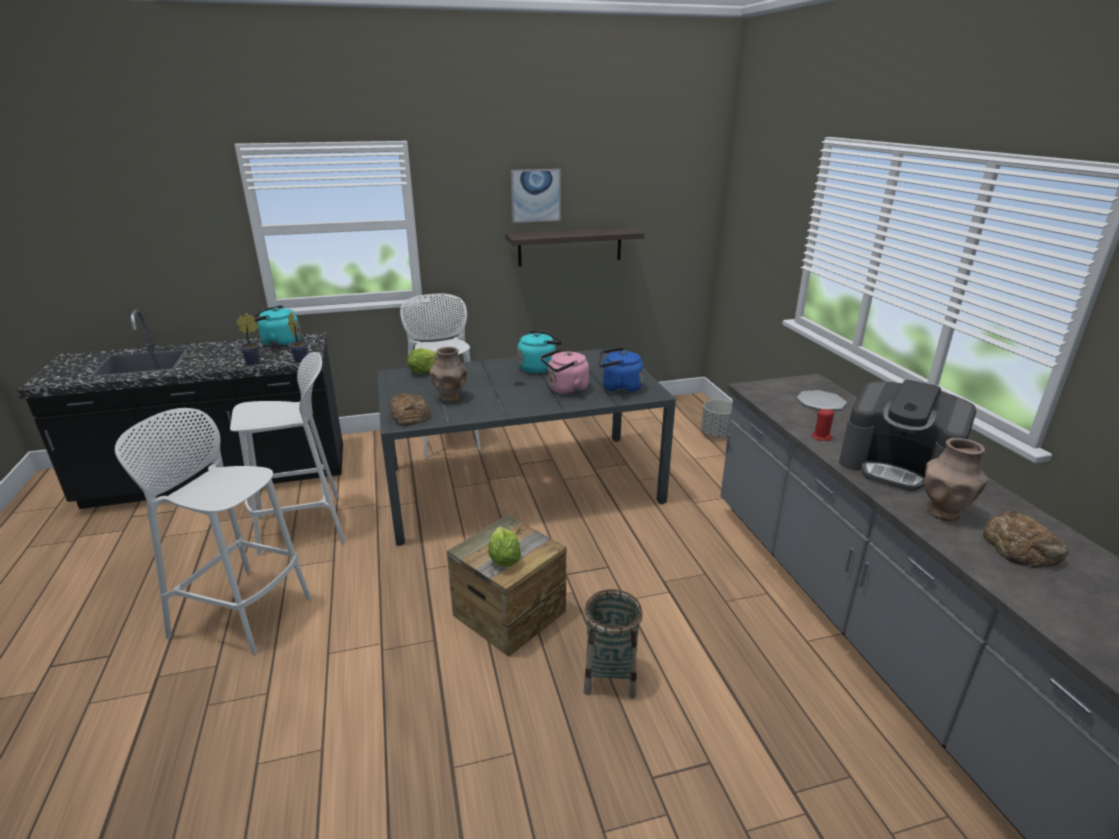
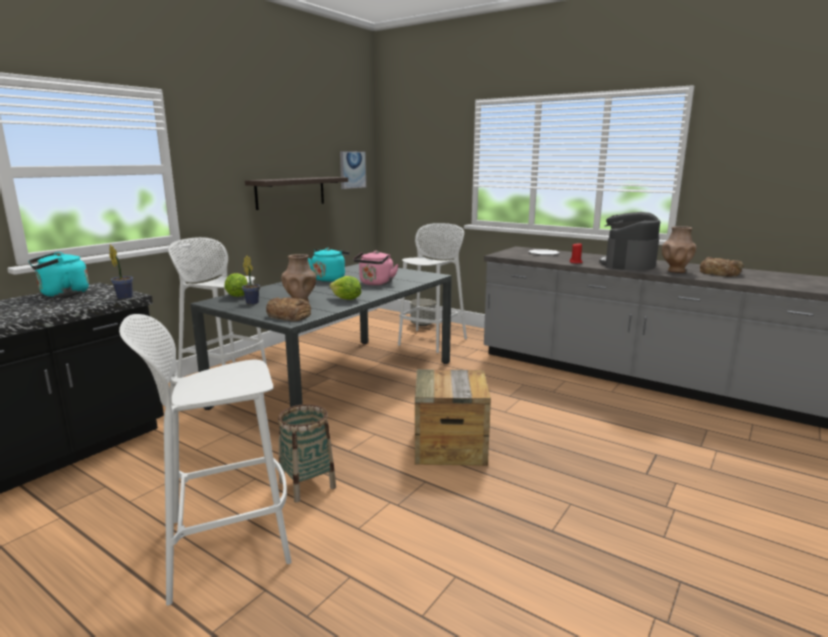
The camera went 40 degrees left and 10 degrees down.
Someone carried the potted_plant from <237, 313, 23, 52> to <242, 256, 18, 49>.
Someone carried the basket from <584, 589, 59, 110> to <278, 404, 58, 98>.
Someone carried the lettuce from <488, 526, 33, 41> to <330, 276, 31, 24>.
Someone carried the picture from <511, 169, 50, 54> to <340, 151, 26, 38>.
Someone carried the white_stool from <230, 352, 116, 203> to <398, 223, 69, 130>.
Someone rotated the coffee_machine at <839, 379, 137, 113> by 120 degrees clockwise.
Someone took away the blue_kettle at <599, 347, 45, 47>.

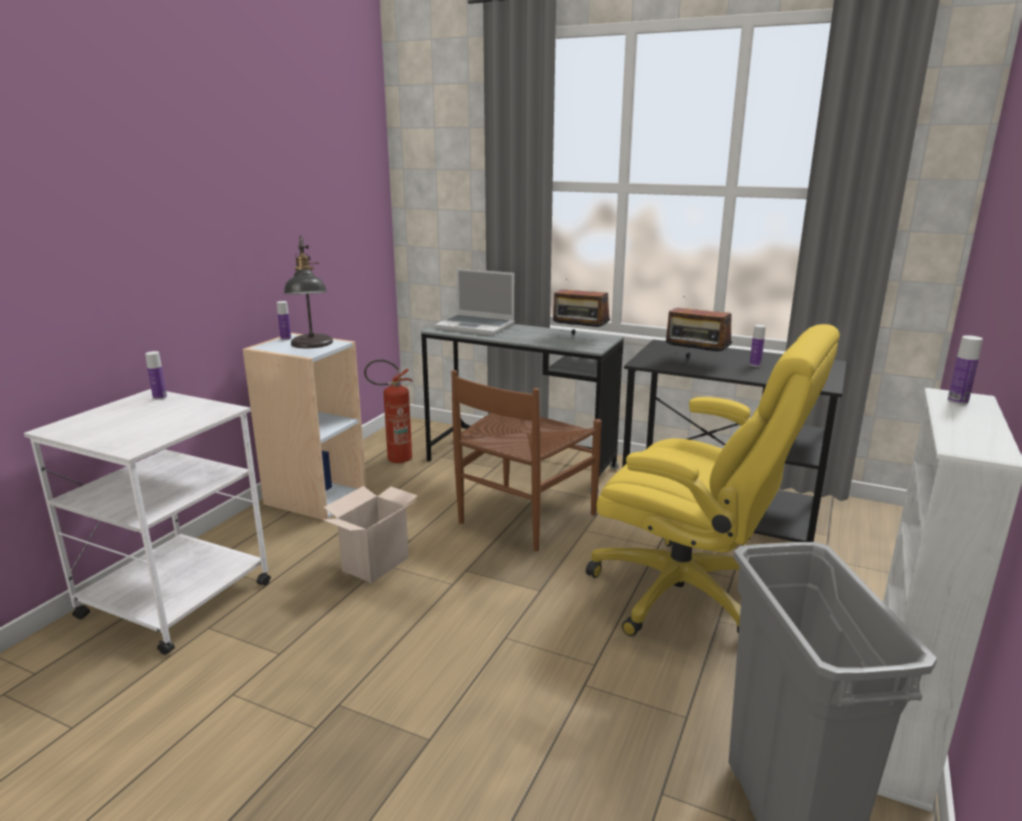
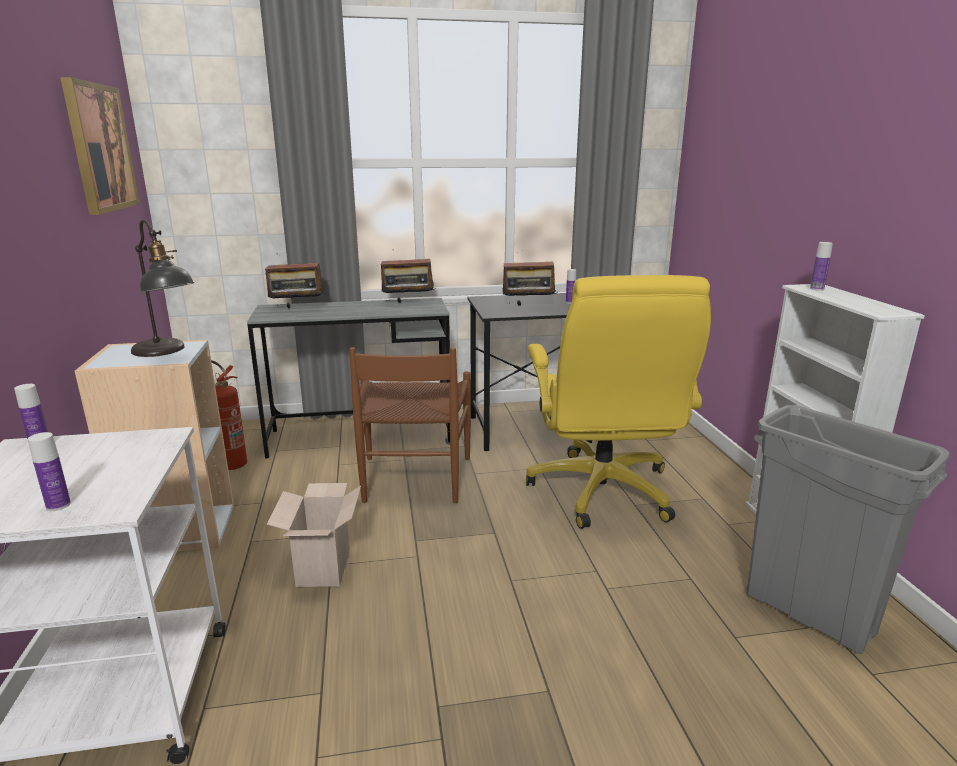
The camera went 35 degrees left and 0 degrees up.
Someone carried the bottle from <277, 301, 14, 39> to <28, 432, 43, 79>.
Someone put up the picture at <60, 77, 79, 138>.
Someone swapped the laptop at <435, 268, 80, 67> for the radio at <264, 263, 61, 45>.
Someone rotated the yellow_office_chair at <586, 324, 254, 312> by 90 degrees clockwise.

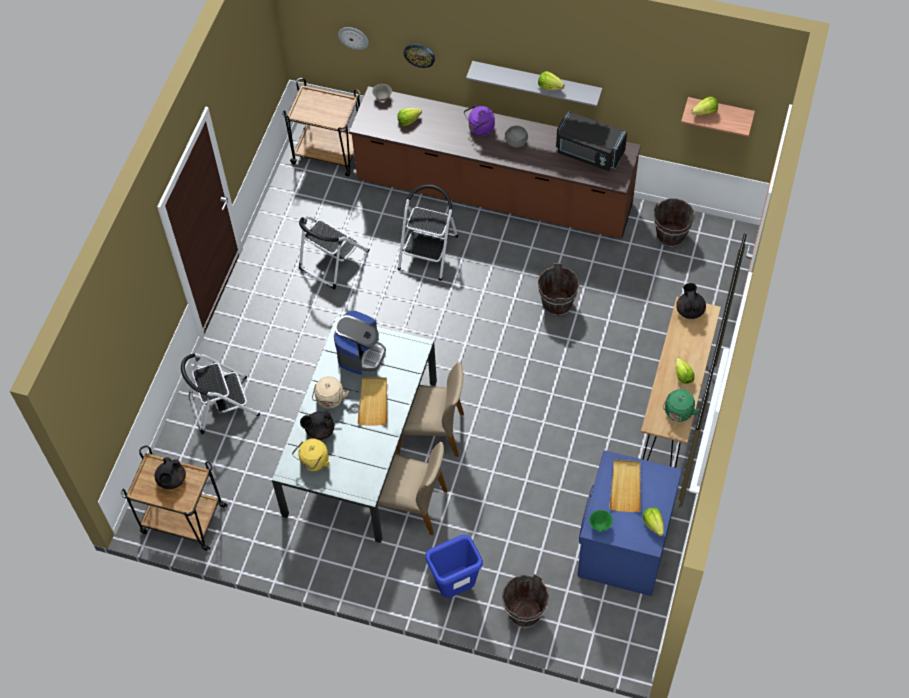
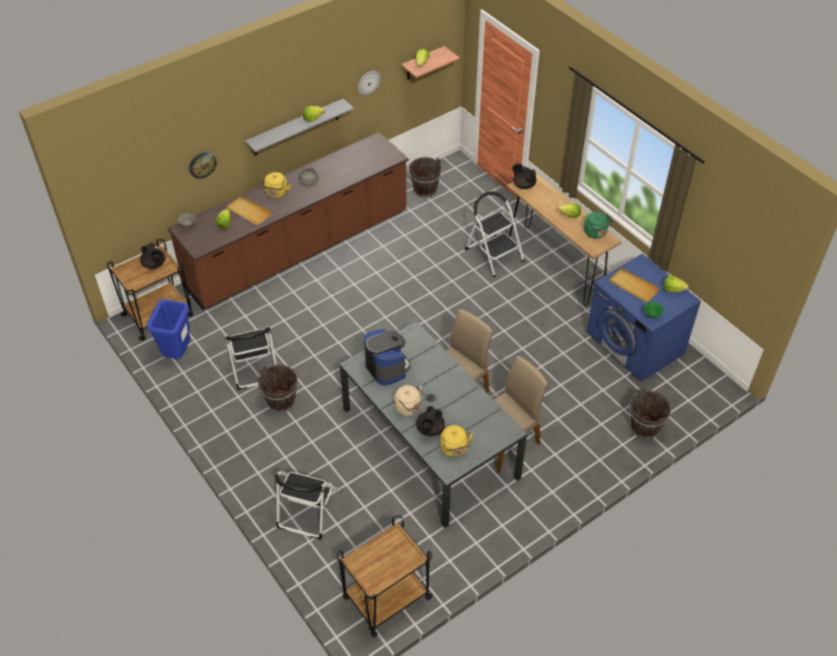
The camera went 55 degrees left and 10 degrees down.
Someone carried the black_teapot from <155, 457, 31, 32> to <140, 243, 26, 26>.
Someone carried the blue_trash_can from <425, 535, 58, 63> to <146, 300, 44, 59>.
Someone carried the beige_tray from <357, 378, 30, 48> to <226, 196, 46, 29>.
Someone carried the brown_bucket from <538, 263, 41, 53> to <258, 365, 40, 47>.
Someone repainted the purple_kettle at <464, 105, 31, 31>, which became the yellow_kettle at <261, 172, 30, 26>.
Someone carried the wall_clock from <338, 27, 31, 23> to <358, 71, 23, 24>.
Someone carried the step_ladder from <397, 184, 61, 97> to <465, 192, 60, 85>.
Someone took away the black_microwave at <556, 111, 71, 60>.

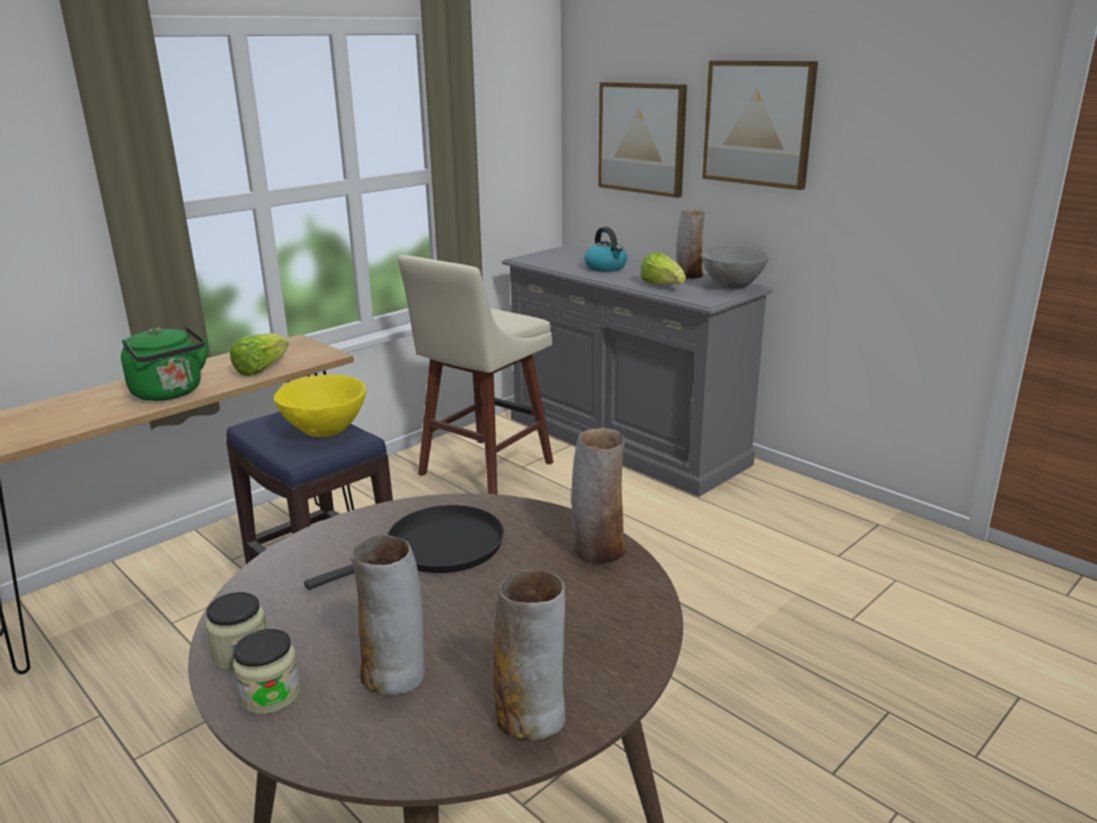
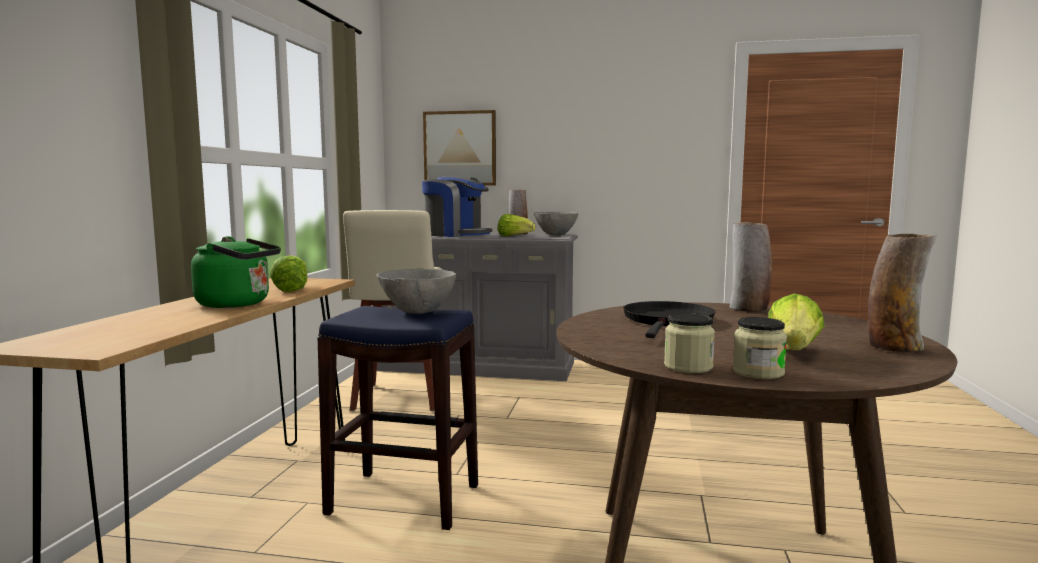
The camera went 35 degrees left and 15 degrees down.
Someone repainted the yellow_bowl at <274, 375, 92, 62>, which became the grey_bowl at <377, 269, 79, 45>.
Someone swapped the kettle at <584, 227, 43, 45> for the coffee_machine at <422, 176, 70, 61>.
Someone swapped the vase at <350, 535, 75, 160> for the lettuce at <768, 293, 56, 57>.
Someone took away the picture at <702, 60, 116, 130>.

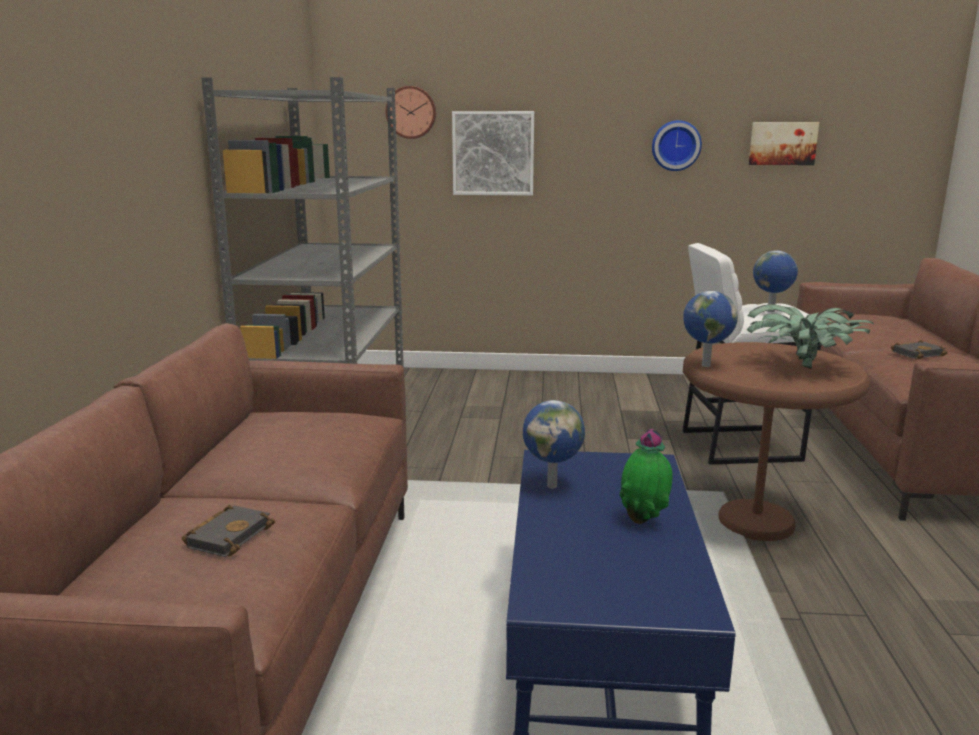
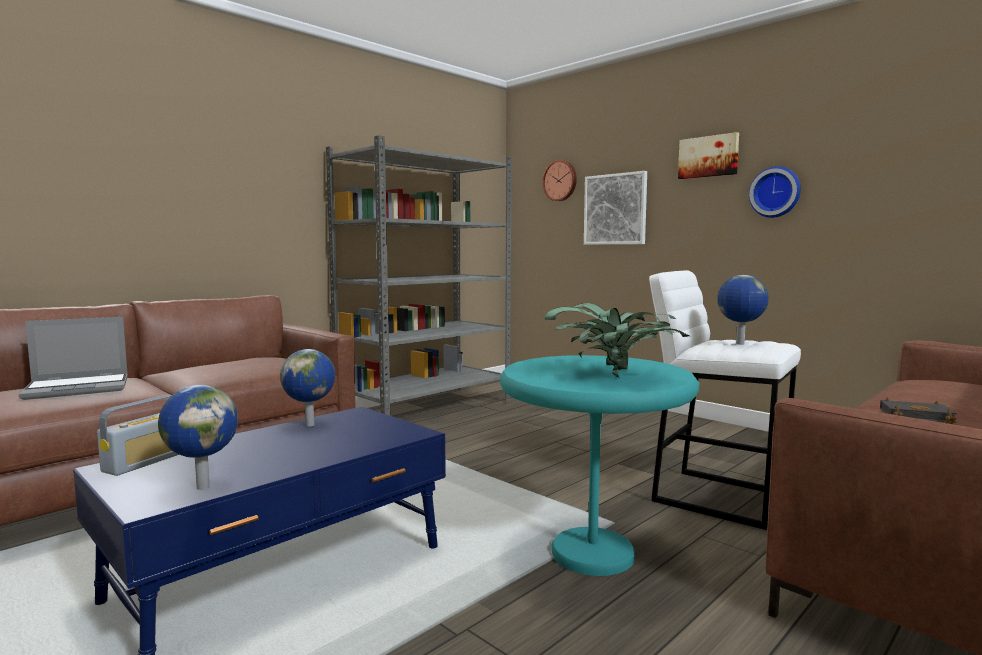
The camera went 40 degrees right and 10 degrees down.
Someone swapped the black_book at <182, 505, 93, 52> for the laptop at <19, 317, 109, 83>.
Someone put down the radio at <97, 395, 82, 81>.
Someone carried the globe from <683, 291, 55, 76> to <158, 385, 80, 105>.
Someone repainted the brown_side_table at <683, 342, 187, 199>, which became the turquoise_side_table at <500, 355, 199, 221>.
Someone carried the picture from <749, 122, 70, 43> to <678, 132, 61, 47>.
Someone took away the potted_plant at <619, 429, 54, 95>.

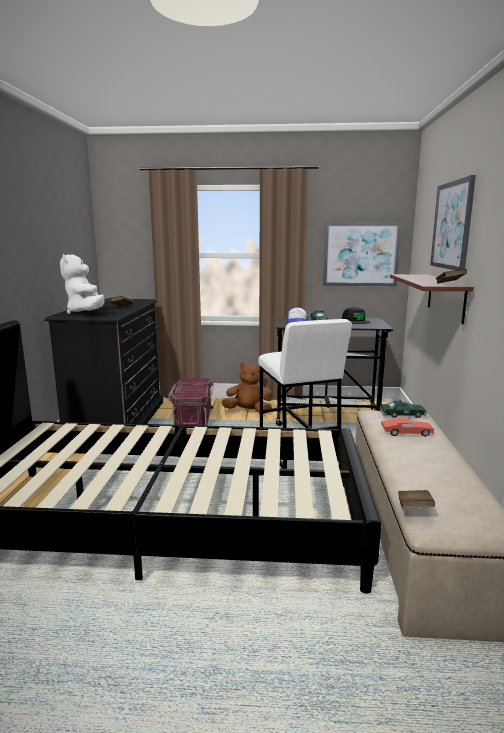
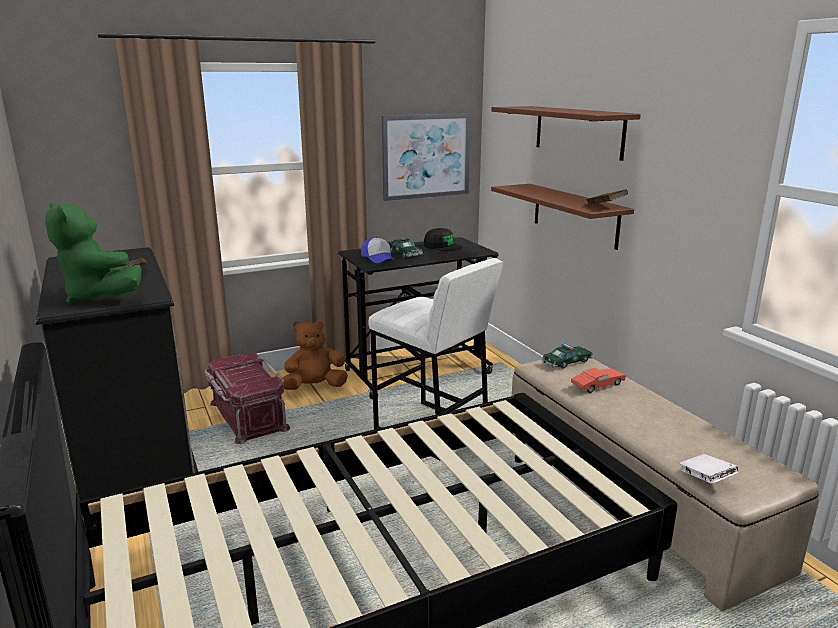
The camera went 30 degrees left and 5 degrees up.
Someone repainted the white_plush_toy at <60, 254, 44, 60>, which became the green_plush_toy at <45, 202, 96, 103>.
Someone swapped the picture at <430, 175, 46, 95> for the brown_shelf at <492, 106, 149, 55>.
Someone repainted the brown_book at <398, 490, 37, 19>, which became the white_book at <679, 454, 60, 30>.

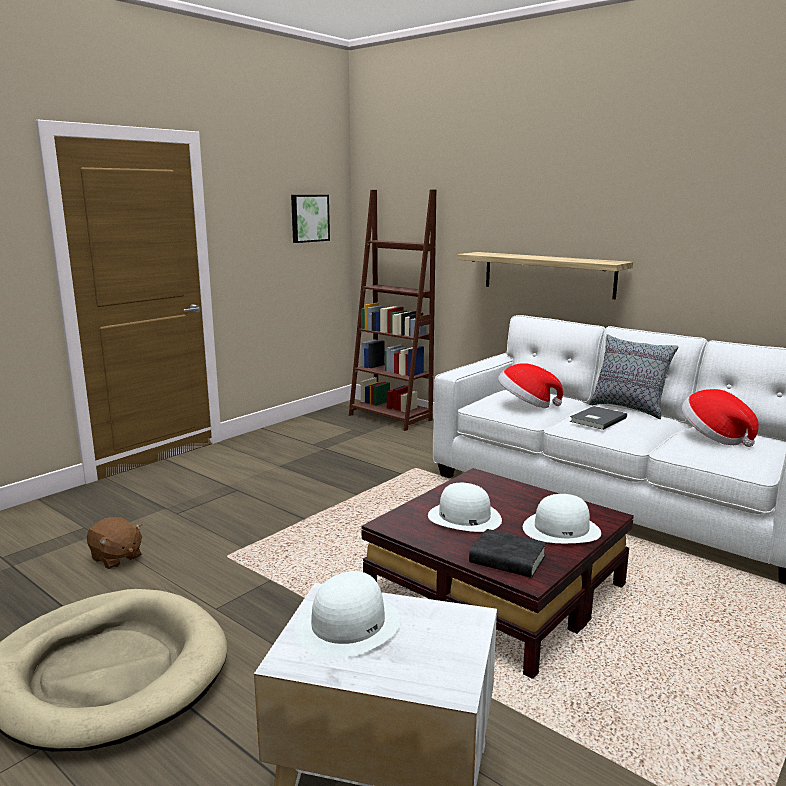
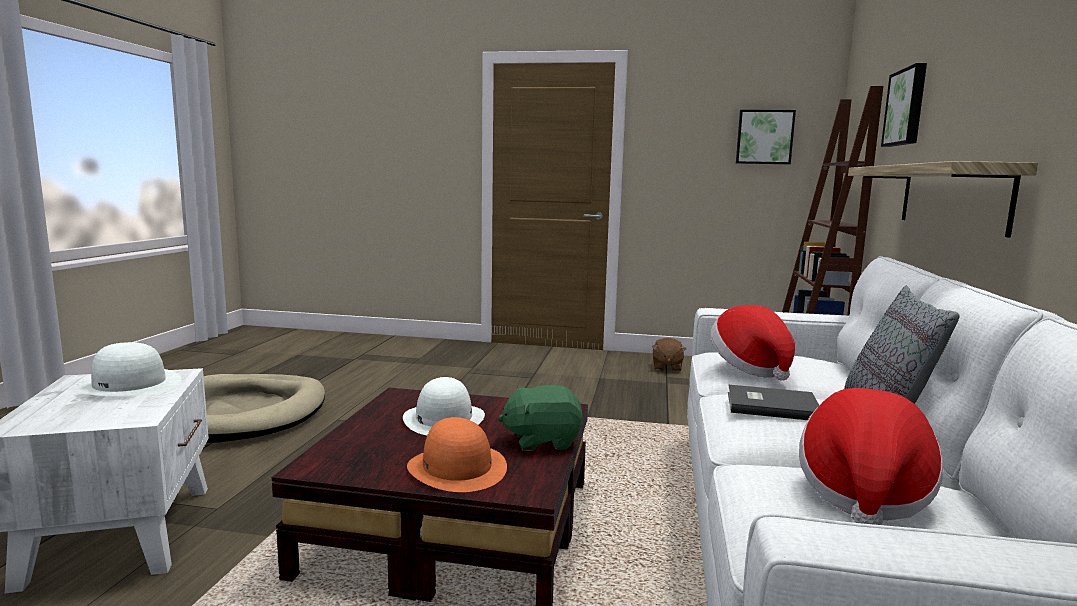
The camera went 60 degrees right and 5 degrees down.
Someone repainted the white_hat at <523, 494, 78, 49>, which became the orange_hat at <407, 417, 100, 75>.
Someone put down the green_plush_toy at <498, 385, 85, 66>.
Someone carried the brown_plush_toy from <87, 517, 56, 52> to <652, 338, 34, 34>.
Someone put up the picture at <881, 63, 46, 84>.
Someone took away the black_book at <469, 529, 77, 49>.

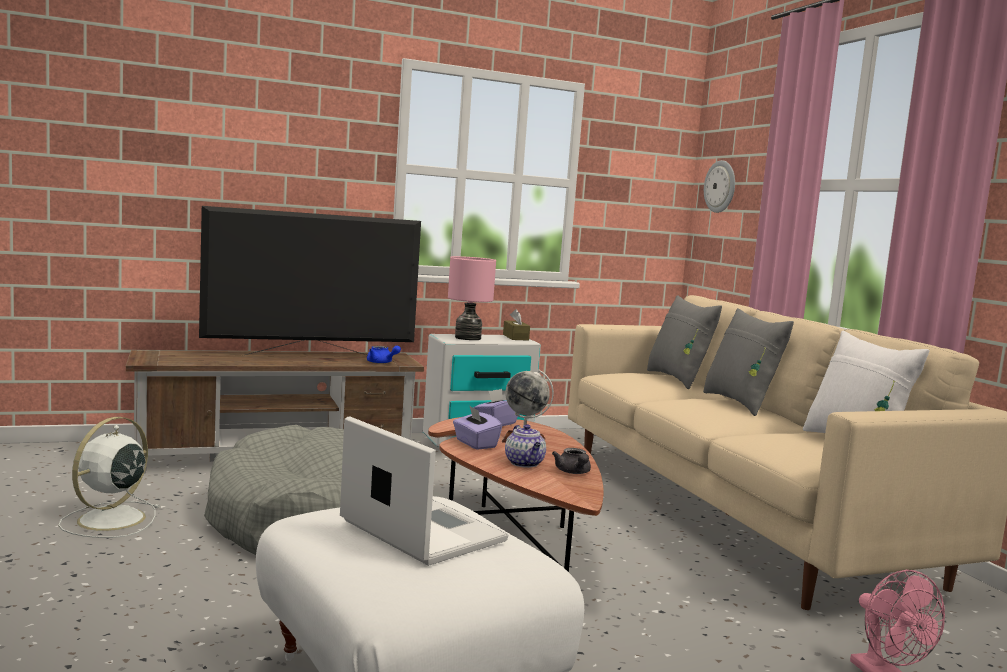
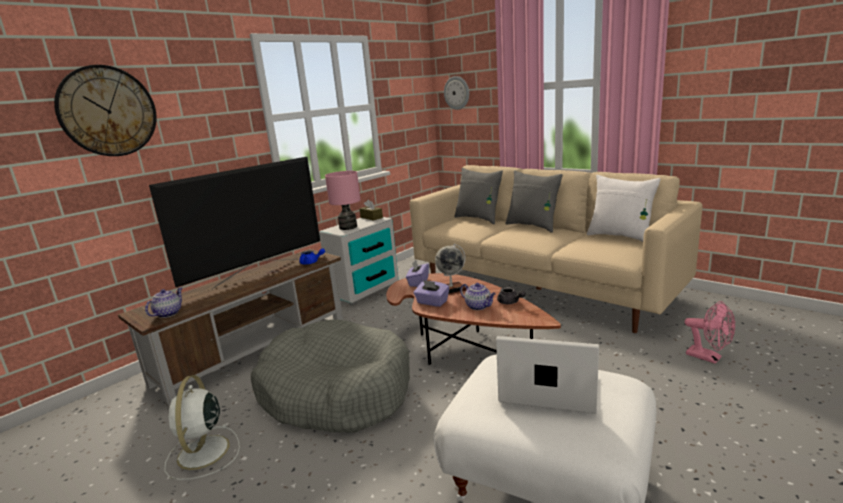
The camera went 25 degrees left and 10 degrees up.
Someone put up the wall_clock at <54, 65, 103, 91>.
Someone put down the teapot at <145, 287, 37, 31>.

